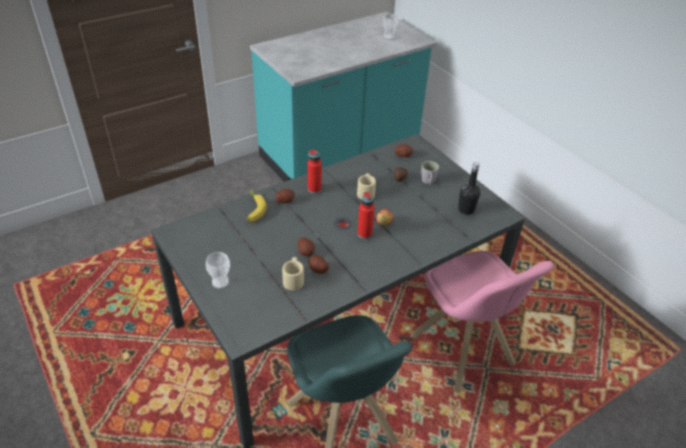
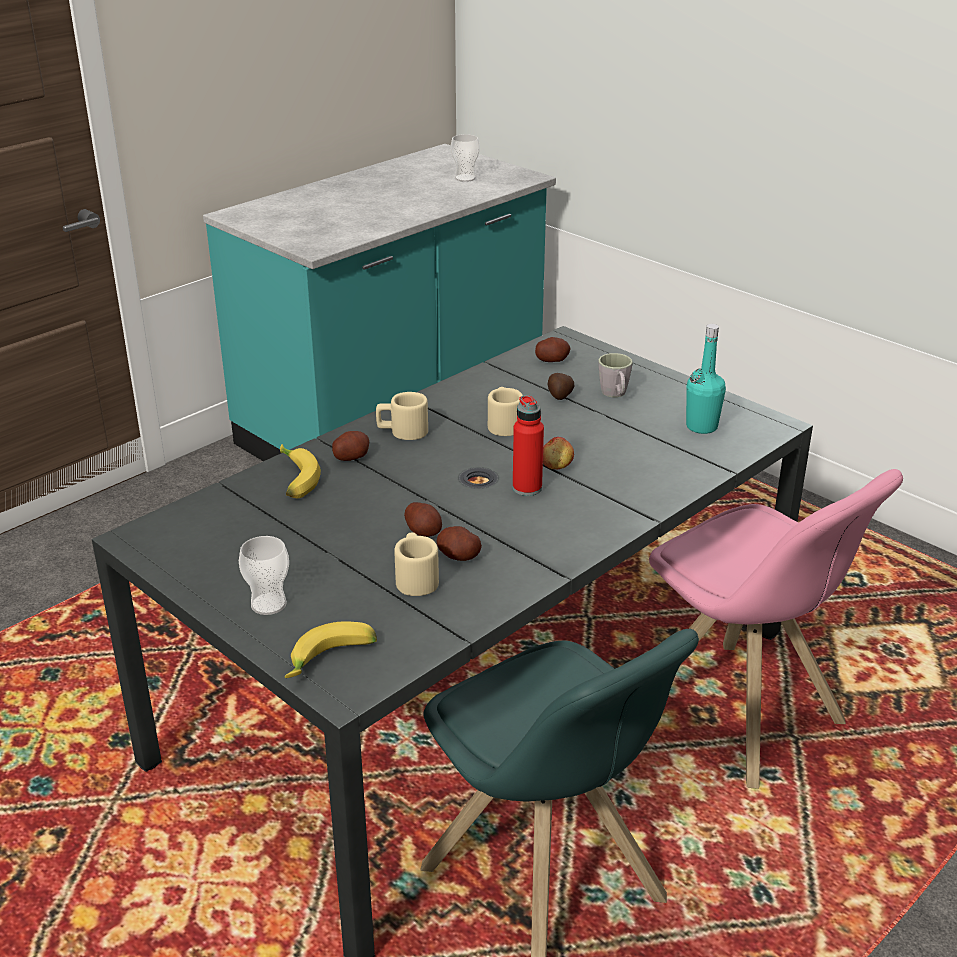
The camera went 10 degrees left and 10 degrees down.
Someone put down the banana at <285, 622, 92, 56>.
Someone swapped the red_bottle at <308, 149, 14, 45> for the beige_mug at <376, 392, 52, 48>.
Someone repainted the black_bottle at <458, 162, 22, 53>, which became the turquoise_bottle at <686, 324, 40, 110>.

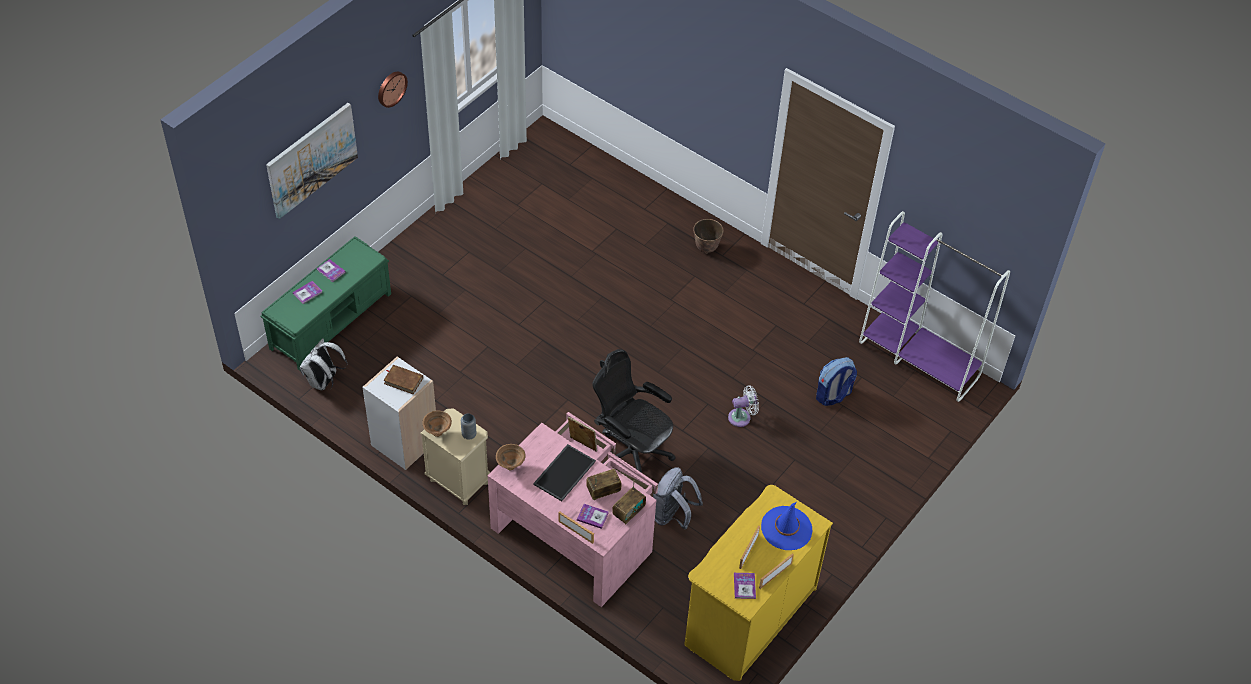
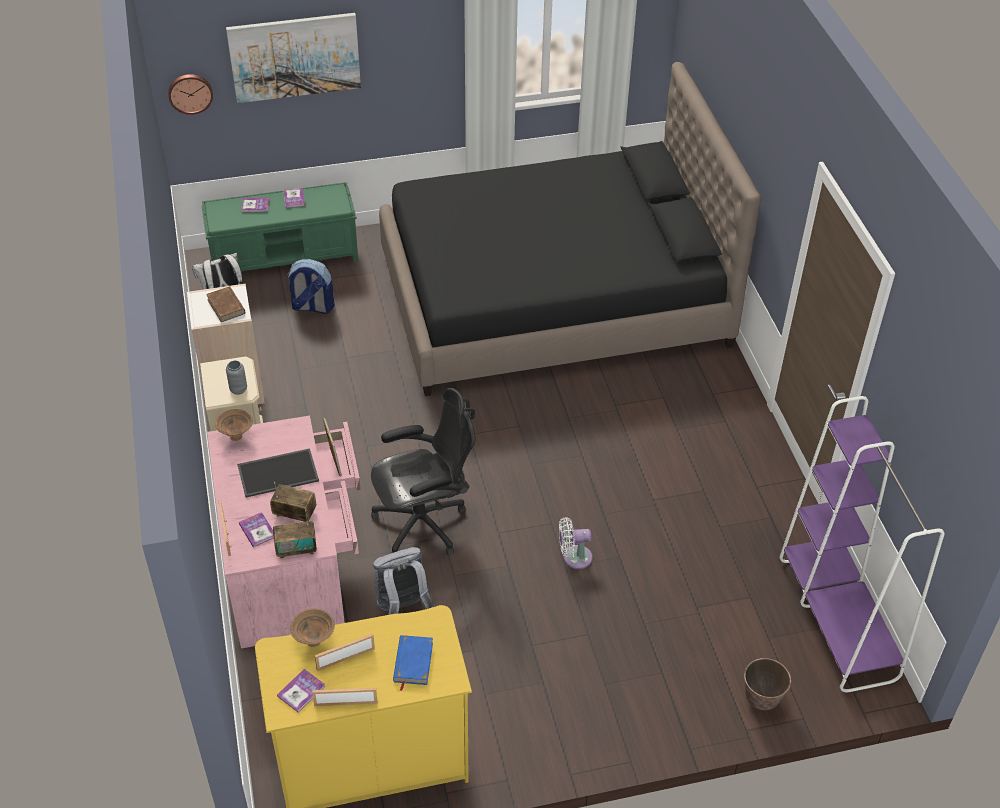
The camera went 40 degrees right and 5 degrees down.
Someone carried the wall_clock from <378, 72, 30, 36> to <168, 74, 45, 41>.
Someone carried the backpack from <816, 357, 41, 49> to <287, 259, 48, 55>.
Someone carried the brown_bowl from <423, 410, 29, 27> to <290, 608, 45, 39>.
Someone rotated the office_chair at <592, 349, 84, 124> by 75 degrees clockwise.
Someone put down the black_bed at <379, 62, 382, 334>.
Someone swapped the blue_hat at <761, 502, 51, 48> for the blue_book at <393, 635, 40, 56>.
Someone rotated the white_fan at <728, 385, 31, 42> by 150 degrees clockwise.
Someone carried the planter from <693, 219, 31, 35> to <744, 658, 47, 52>.

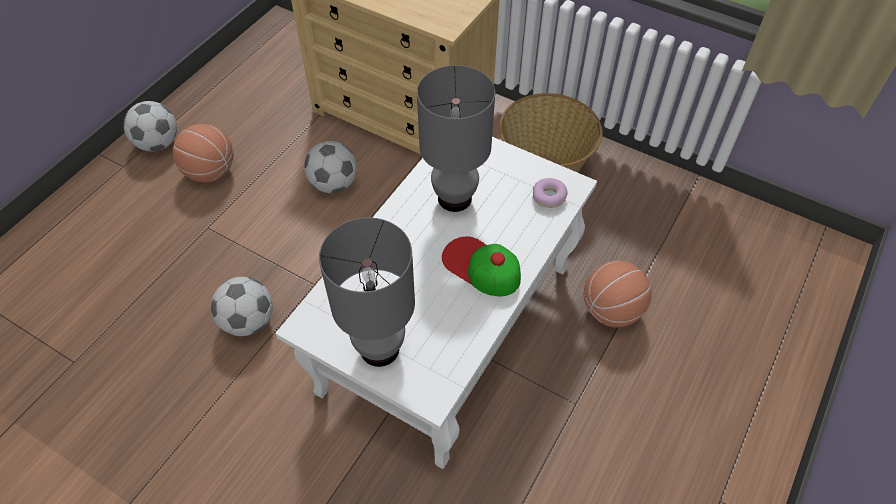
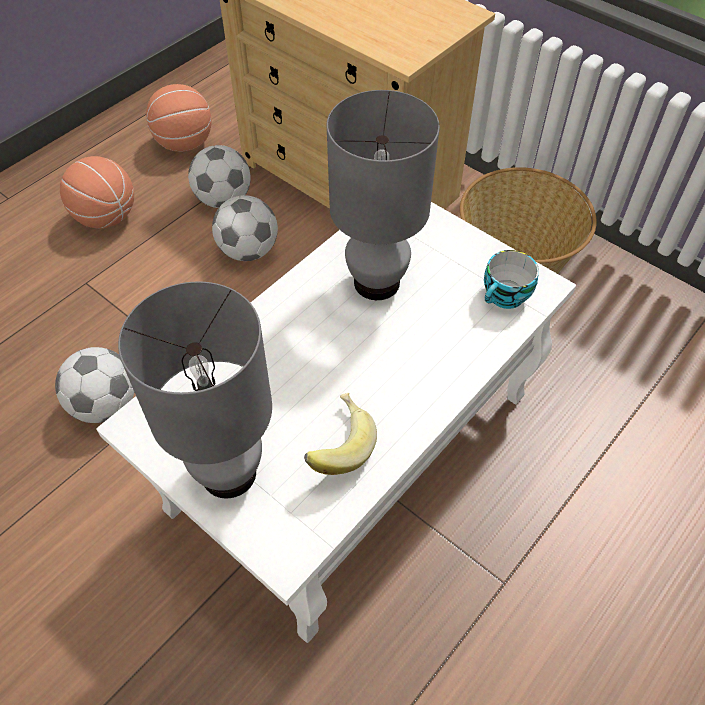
The camera went 10 degrees right and 0 degrees up.
Someone carried the basketball from <584, 261, 68, 66> to <146, 84, 66, 68>.
Someone carried the football from <123, 101, 54, 51> to <188, 145, 63, 63>.
Someone put down the banana at <304, 393, 73, 82>.
Someone swapped the donut at <533, 178, 35, 30> for the cup at <484, 250, 55, 59>.
Someone took away the cap at <442, 236, 79, 60>.

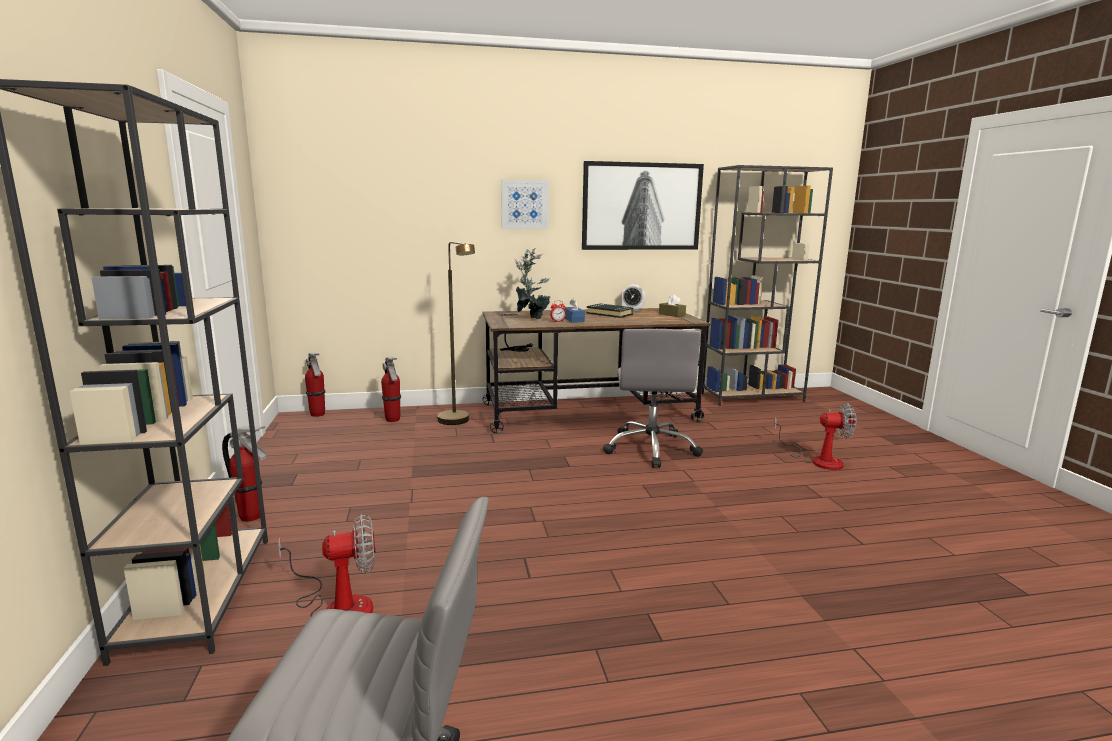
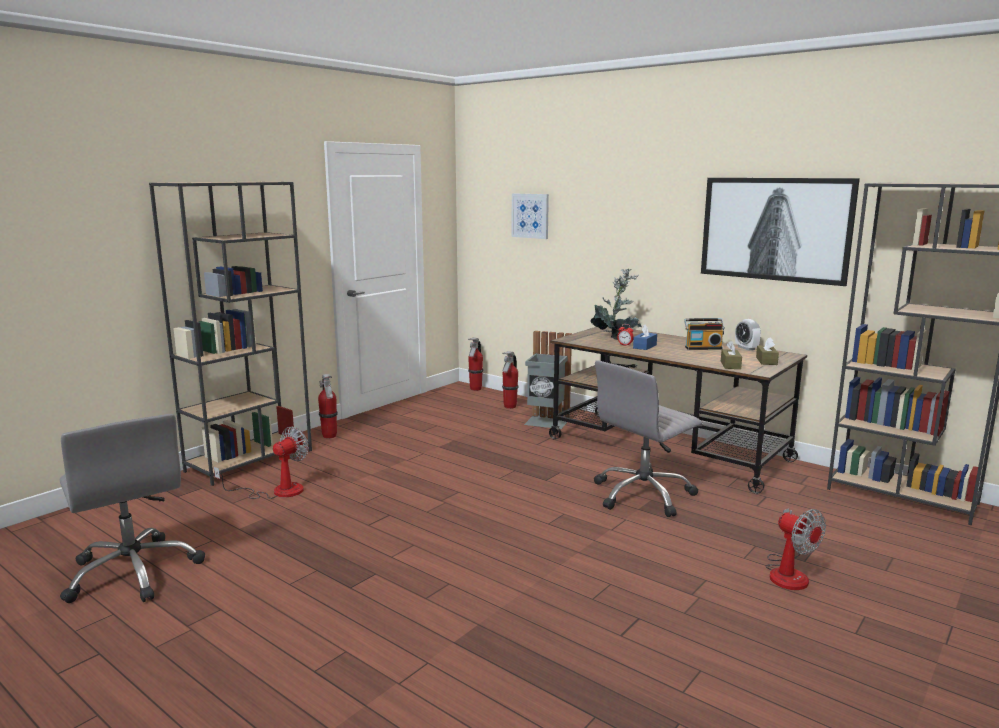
The camera went 50 degrees right and 0 degrees up.
Someone rotated the fan at <278, 514, 97, 103> by 90 degrees counterclockwise.
Someone carried the picture from <501, 180, 48, 49> to <512, 194, 37, 45>.
Someone swapped the brown_floor_lamp at <437, 242, 38, 183> for the grey_trash_can at <524, 331, 48, 98>.
Someone swapped the black_book at <587, 304, 46, 14> for the radio at <684, 318, 41, 32>.
Someone put down the brown_tissue_box at <721, 340, 21, 29>.

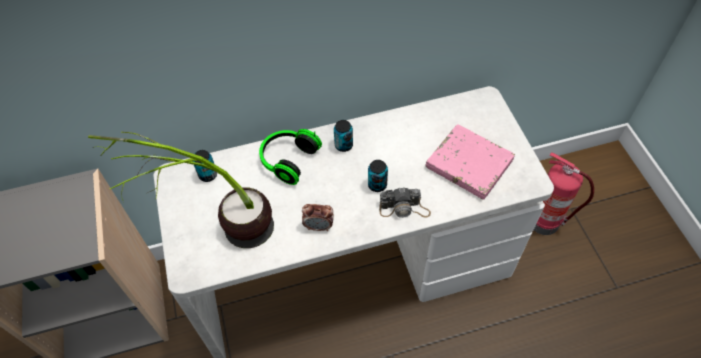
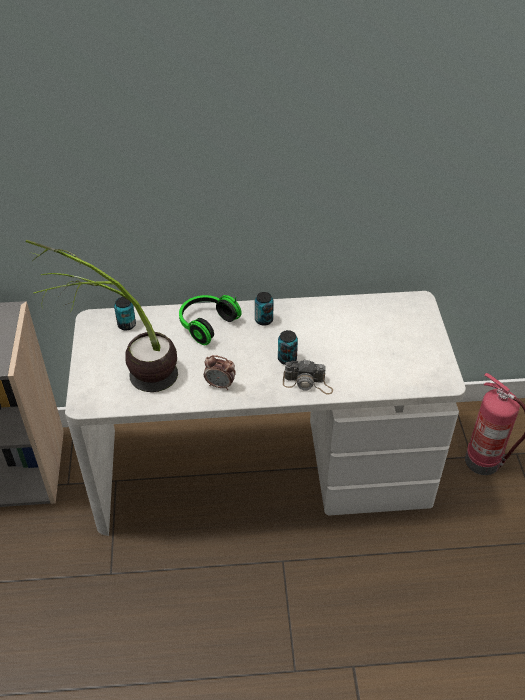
The camera went 10 degrees right and 10 degrees down.
Someone took away the pink_book at <425, 124, 90, 76>.

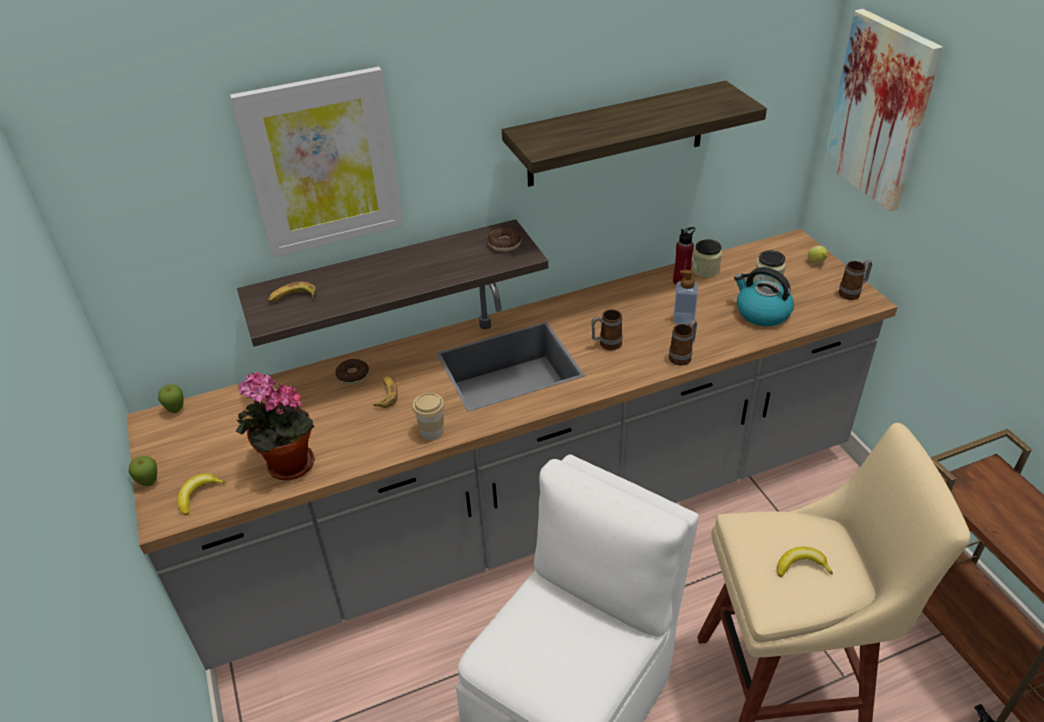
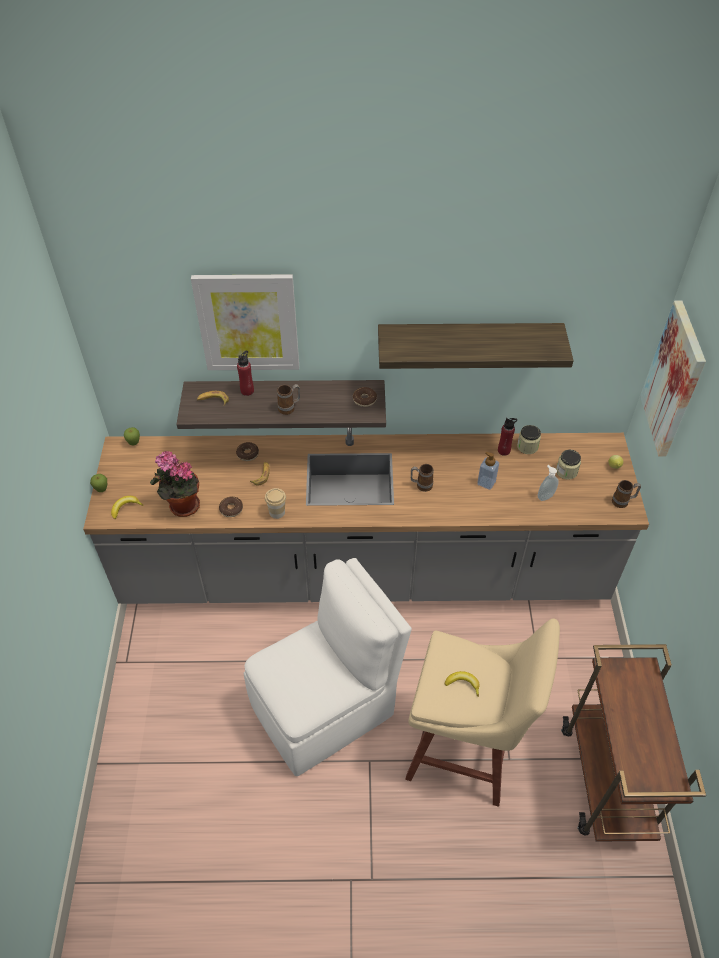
The camera went 20 degrees right and 10 degrees up.
Someone put down the donut at <219, 497, 24, 20>.
Someone put down the red_bottle at <237, 351, 17, 45>.
Someone carried the mug from <669, 320, 28, 46> to <277, 384, 23, 31>.
Someone swapped the kettle at <734, 267, 60, 59> for the soap_dispenser at <538, 465, 20, 36>.

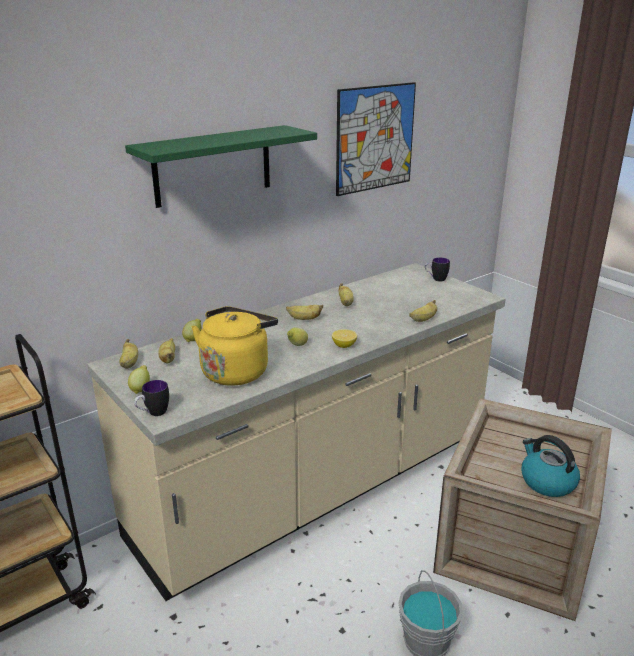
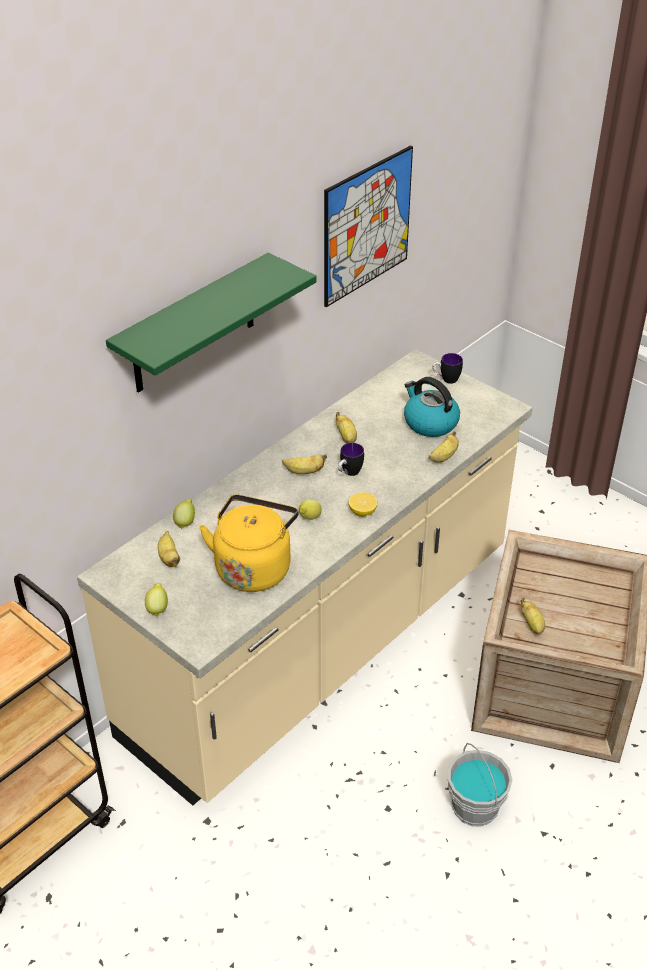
The camera went 10 degrees left and 15 degrees up.
Someone carried the mug from <134, 380, 35, 36> to <338, 443, 26, 33>.
Someone carried the kettle from <521, 435, 59, 62> to <404, 377, 56, 60>.
Someone carried the banana from <119, 339, 19, 30> to <520, 598, 25, 37>.

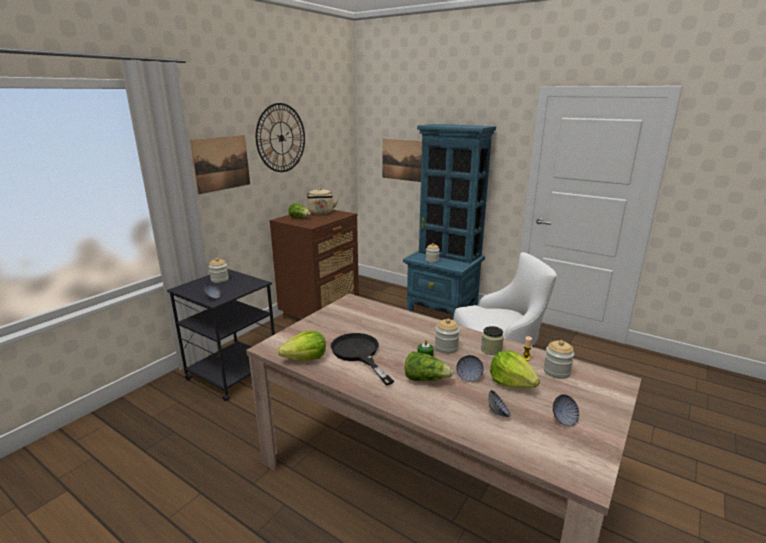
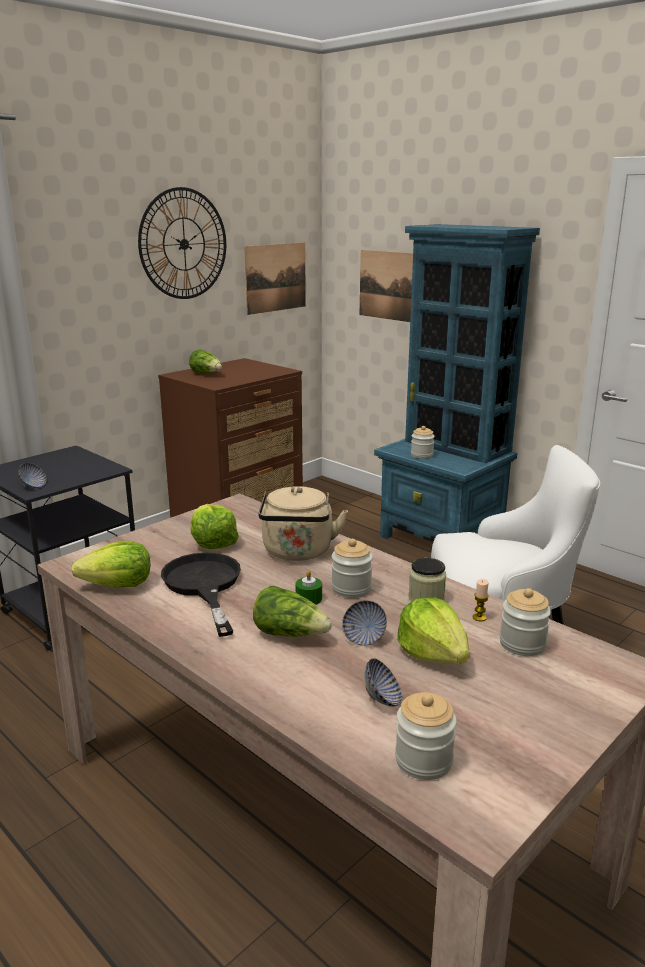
The camera went 10 degrees right and 0 degrees up.
Someone put down the lettuce at <190, 504, 49, 45>.
Someone carried the picture from <190, 135, 60, 59> to <244, 242, 62, 73>.
Someone carried the beige_kettle from <307, 188, 32, 27> to <258, 486, 90, 75>.
Someone carried the jar from <209, 258, 20, 25> to <395, 692, 62, 88>.
Someone took away the bowl at <553, 394, 26, 32>.

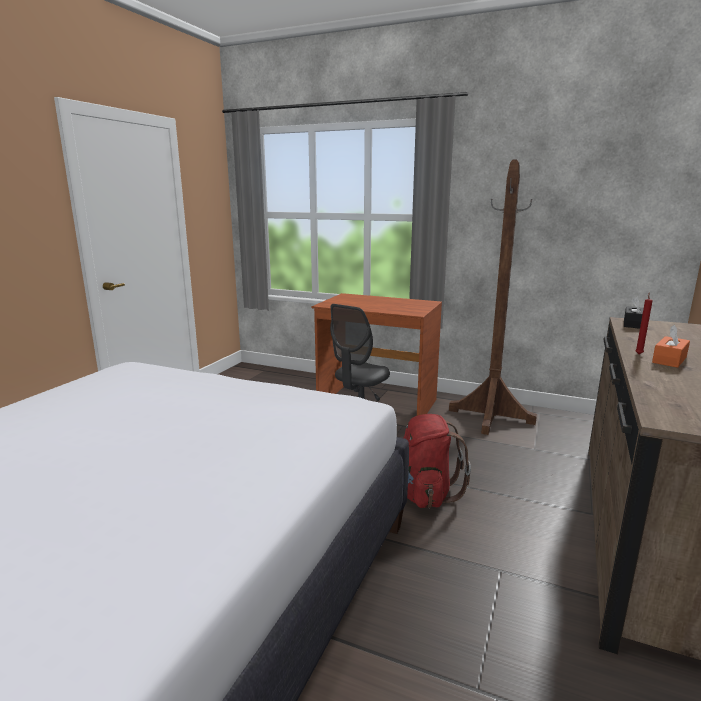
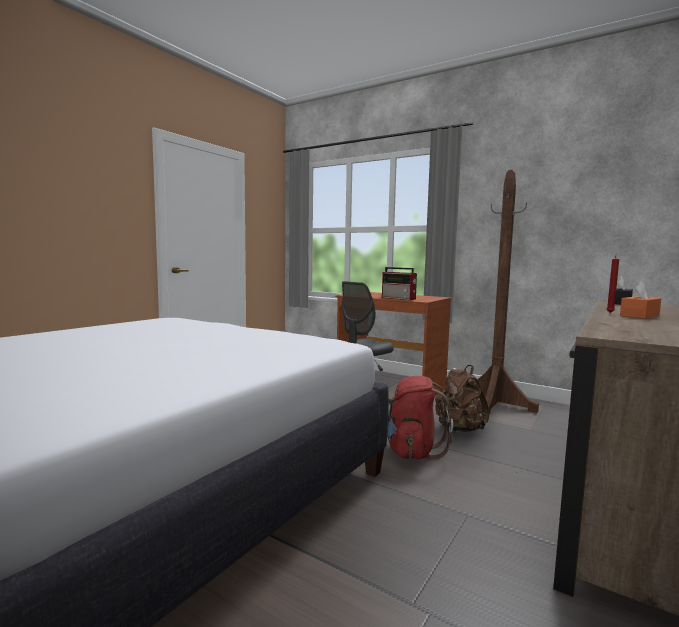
The camera went 10 degrees right and 10 degrees down.
Someone put down the radio at <382, 267, 35, 33>.
Someone put down the brown_backpack at <435, 365, 54, 68>.

